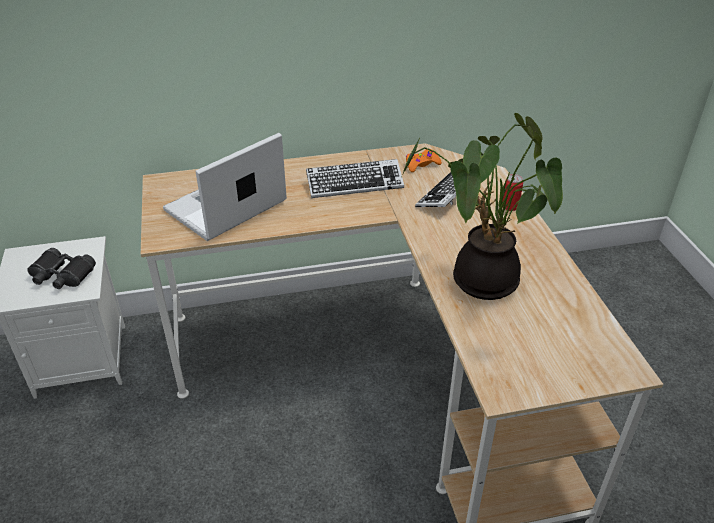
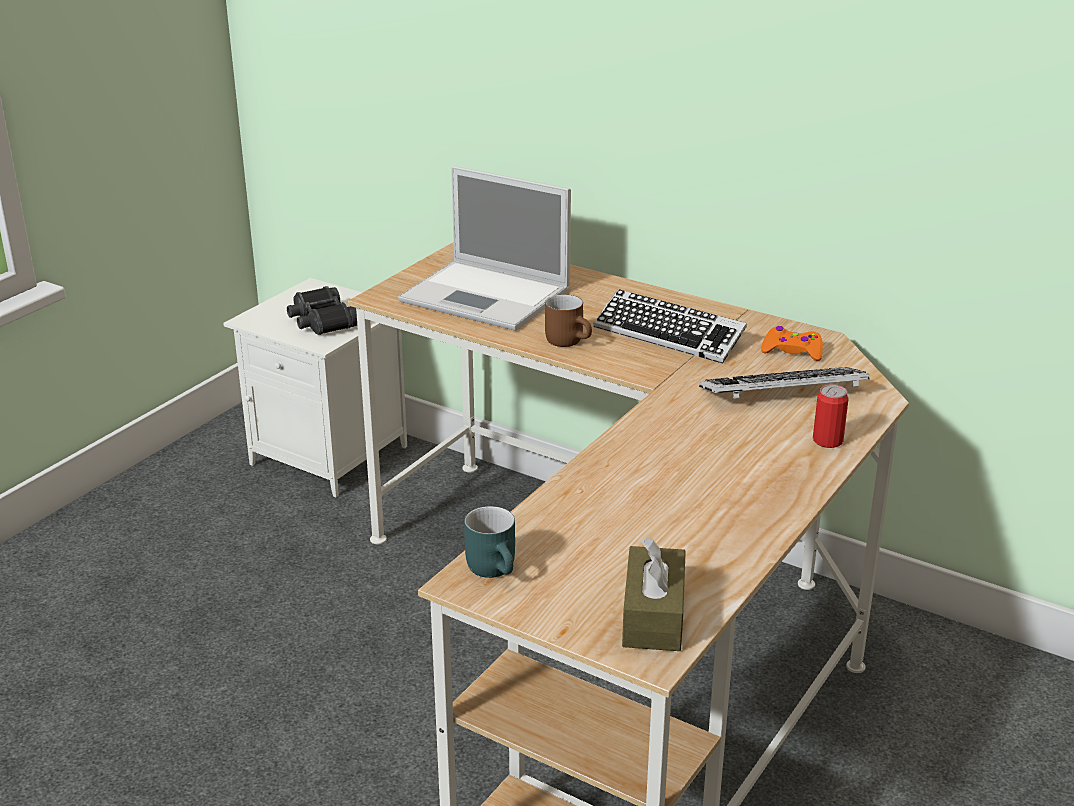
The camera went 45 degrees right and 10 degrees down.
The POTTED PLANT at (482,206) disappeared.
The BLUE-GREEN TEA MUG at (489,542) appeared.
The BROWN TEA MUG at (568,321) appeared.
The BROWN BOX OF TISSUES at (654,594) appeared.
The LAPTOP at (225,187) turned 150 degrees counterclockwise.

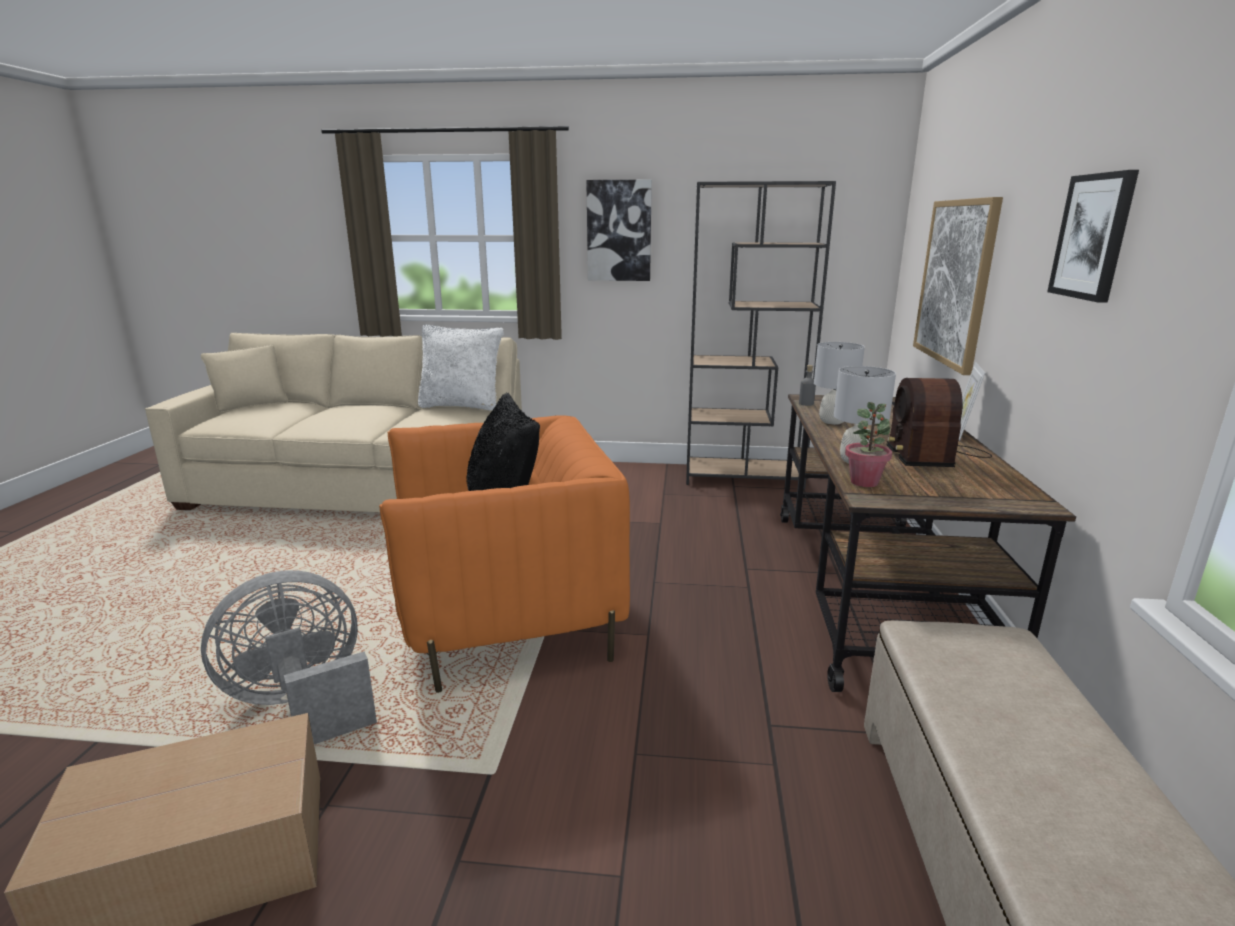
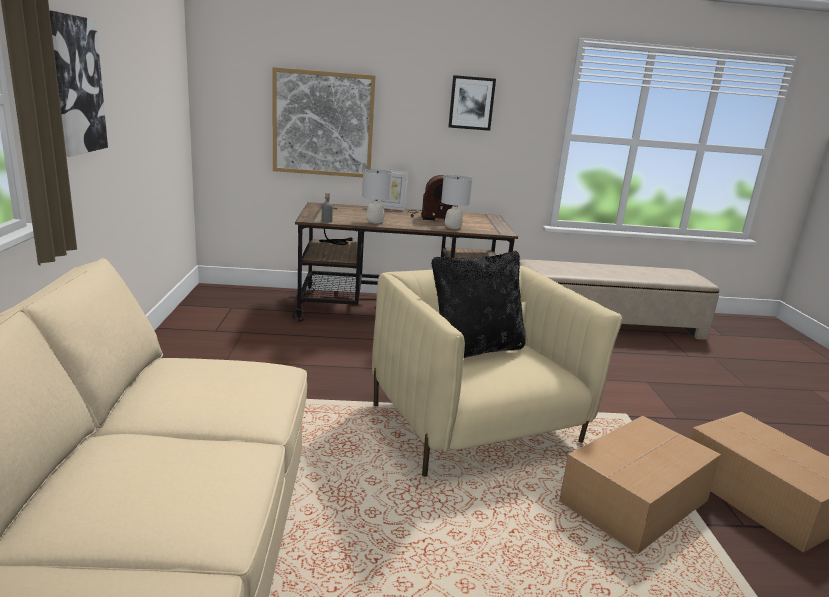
The camera went 100 degrees left and 0 degrees up.
The WHITISH PILLOW at (460,367) disappeared.
The BOOKSHELF at (761,335) disappeared.
The POTTED PLANT at (868,444) disappeared.
The GREYISH FAN at (289,657) was replaced by the PACKING BOX at (640,485).
The ORANGEY EASY CHAIR at (504,554) became the BEIGE-COLOURED EASY CHAIR at (497,371).

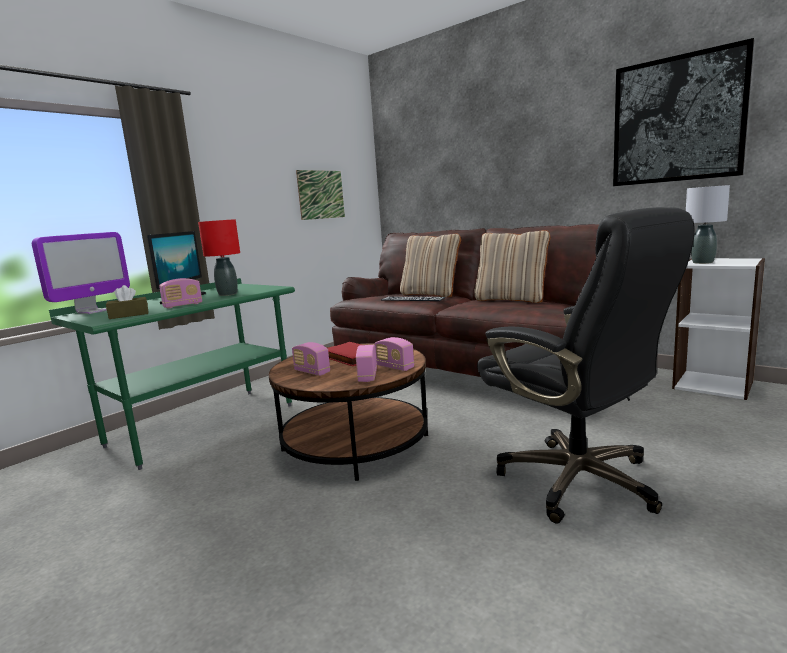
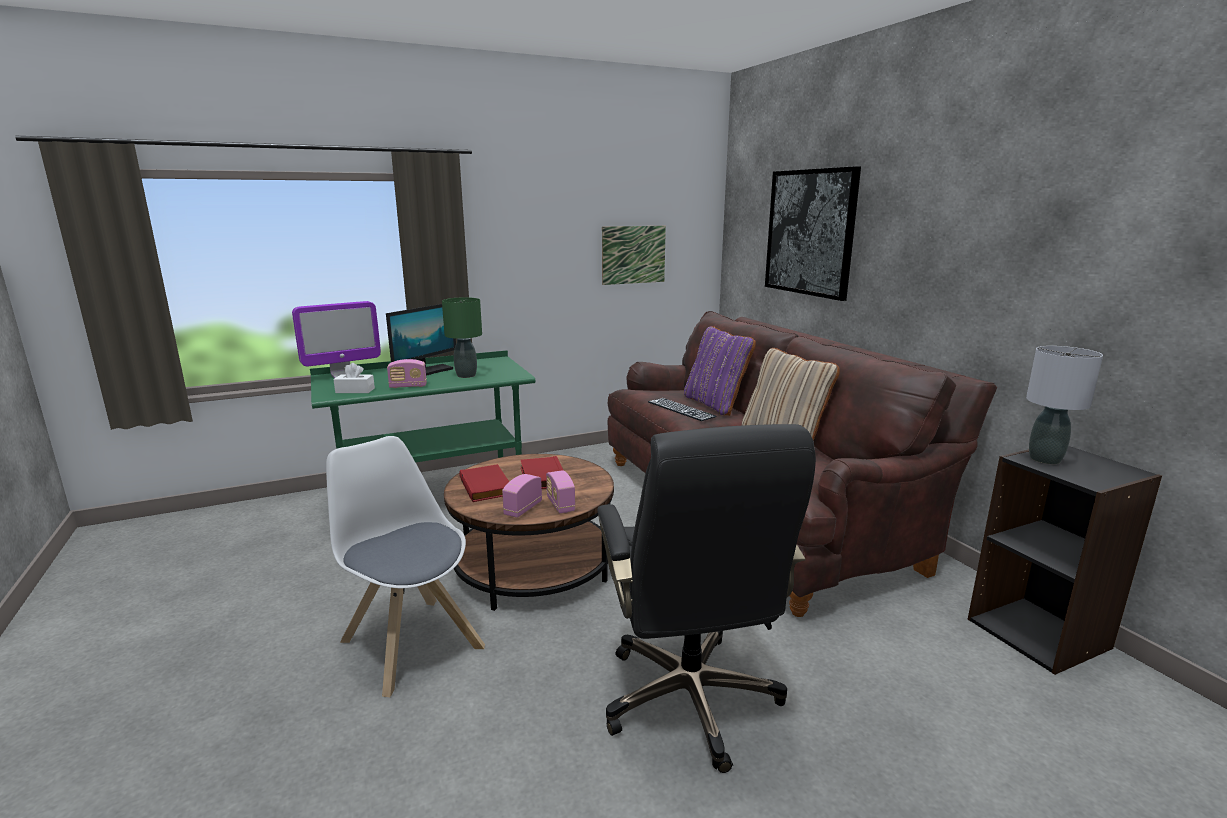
The camera went 25 degrees right and 5 degrees up.
The PLAIN CHAIR at (405,566) appeared.
The WALL ART moved from (684,112) to (813,233).
The RADIO at (311,359) was replaced by the REDDISH BOUND BOOK at (484,483).
The BROWN BOX OF TISSUES at (127,302) became the WHITISH BOX OF TISSUES at (354,378).
The REDDISH TABLE LAMP at (219,257) became the GREEN-COLOURED TABLE LAMP at (462,337).
The BEIGE-COLOURED PILLOW at (430,265) became the PURPLE-COLOURED PILLOW at (720,371).
The WHITISH BOOKSHELF at (718,329) became the BLACKISH BOOKSHELF at (1065,560).

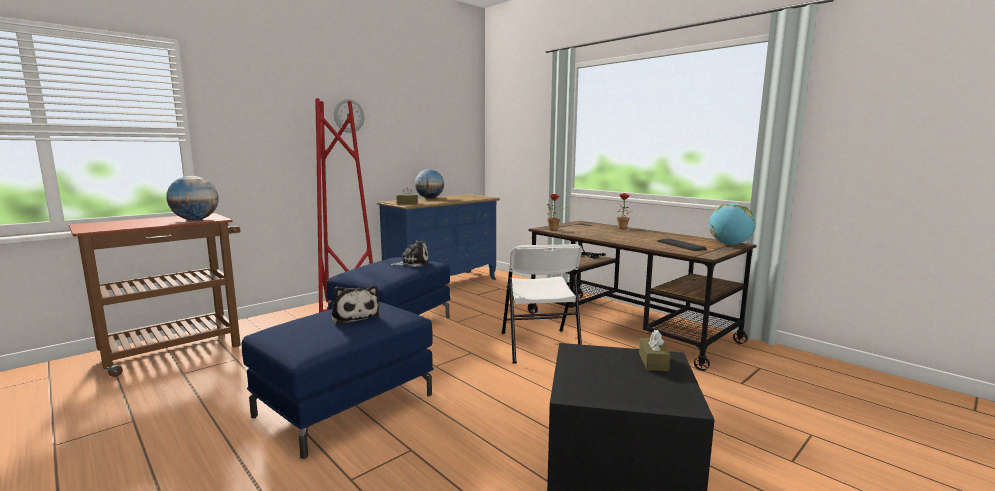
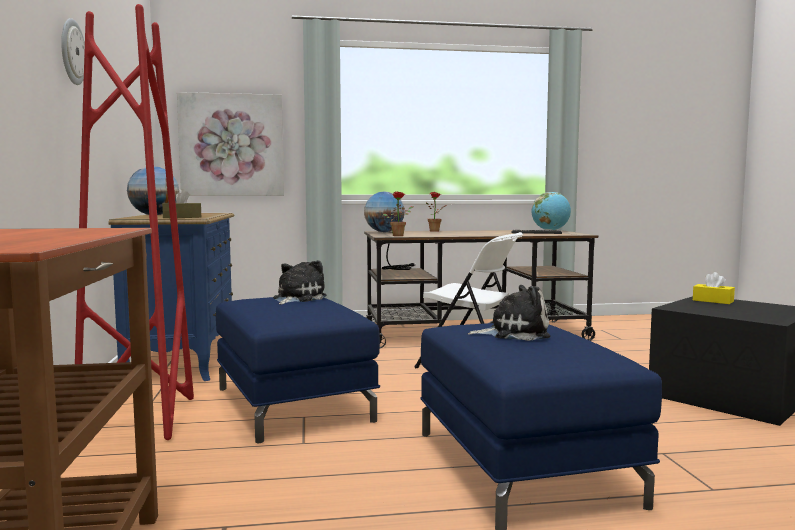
The camera went 55 degrees left and 5 degrees down.
The WALL ART at (230,144) appeared.
The DESK GLOBE moved from (192,198) to (384,211).
The BROWN BOX OF TISSUES at (654,350) became the YELLOWISH BOX OF TISSUES at (714,288).

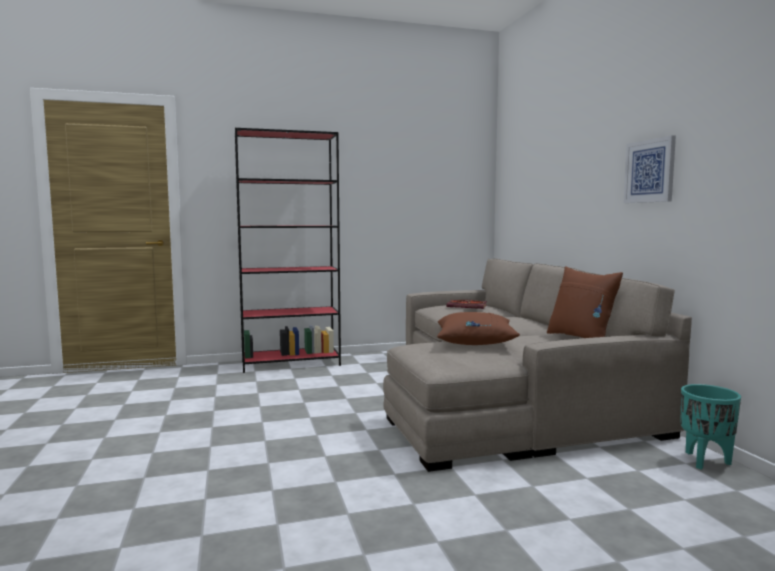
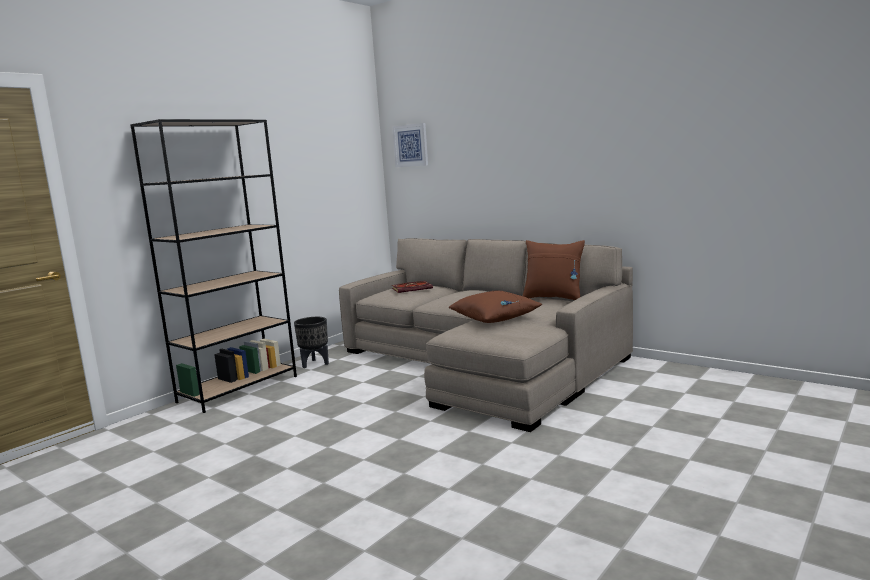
The camera went 35 degrees left and 5 degrees up.
The BLUE-GREEN PLANT POT at (711,427) disappeared.
The BLACKISH PLANT POT at (311,342) appeared.
The WALL ART moved from (650,169) to (410,145).
The REDDISH BOOKSHELF at (288,250) became the BEIGE-COLOURED BOOKSHELF at (213,266).

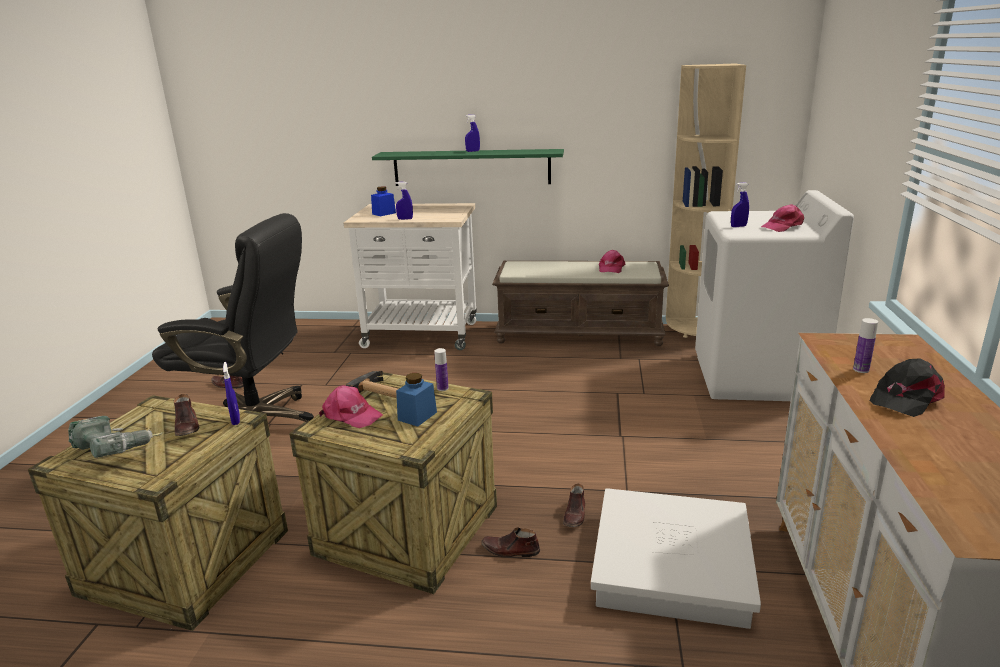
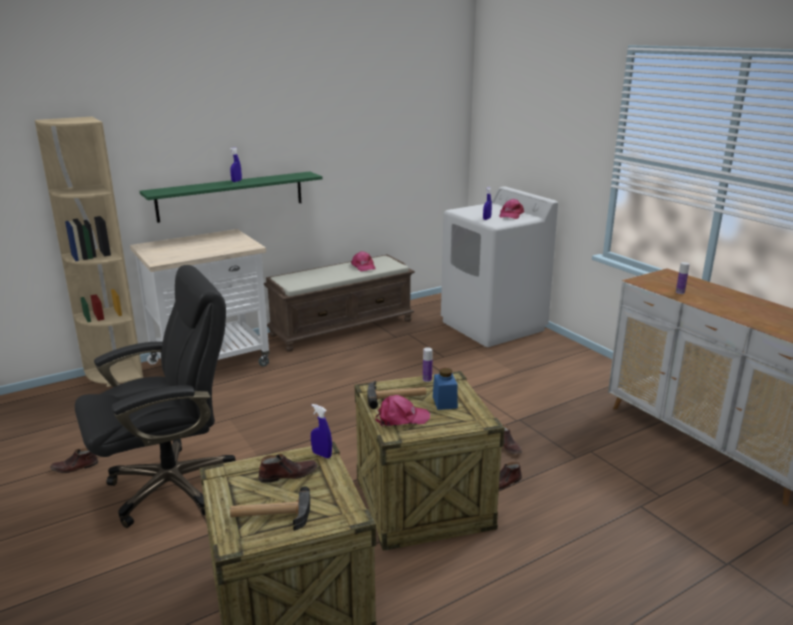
The camera went 40 degrees left and 0 degrees up.
The BLUISH JAR at (383,201) disappeared.
The BLUISH SPRAY BOTTLE at (404,201) disappeared.
The WHITISH STORAGE CONTAINER at (676,558) disappeared.
The BLACKISH BASEBALL CAP at (907,387) disappeared.
The BEIGE-COLOURED BOOKSHELF moved from (706,200) to (89,252).
The ELECTRIC DRILL at (115,437) was replaced by the TOOL HAMMER at (270,508).
The BROWN SHOE at (186,415) turned 45 degrees counterclockwise.

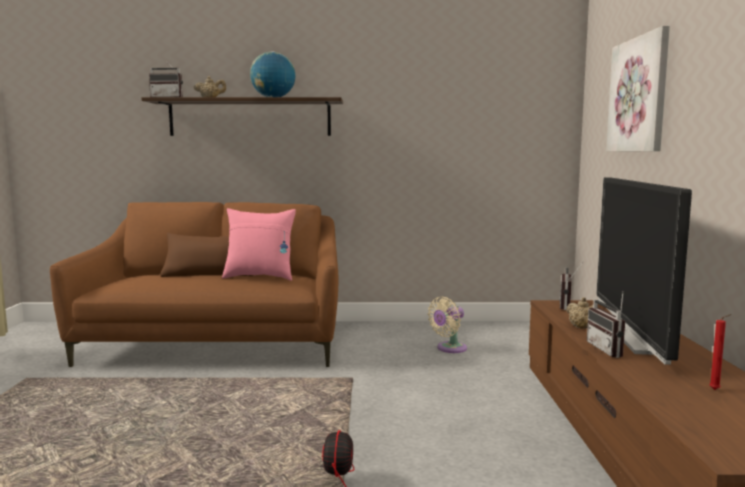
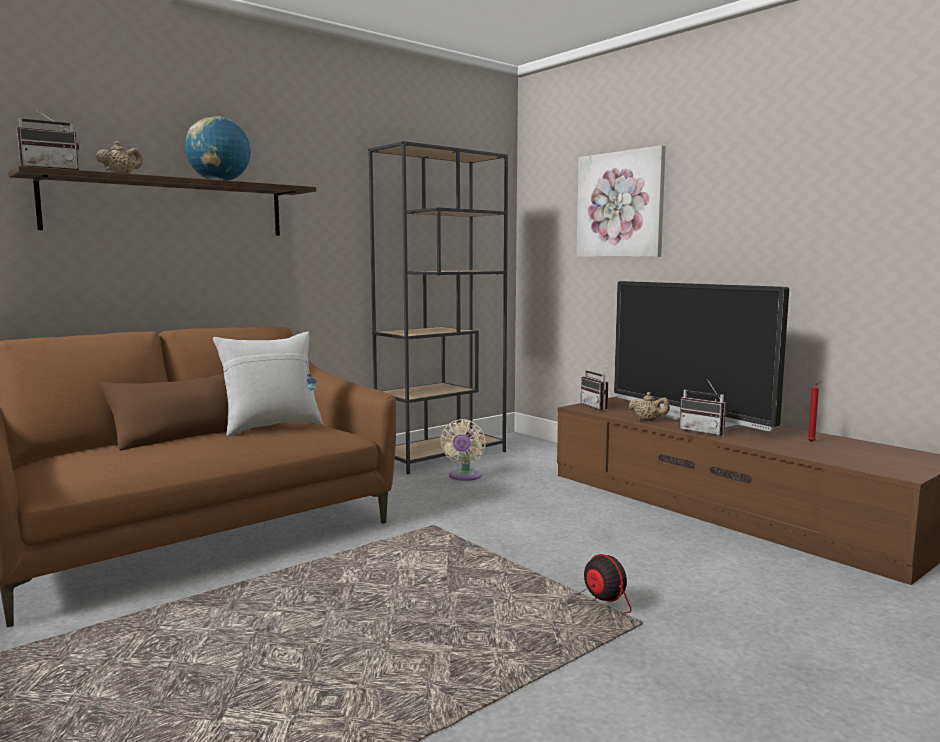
The camera went 40 degrees left and 0 degrees up.
The BOOKSHELF at (438,307) appeared.
The PINK-COLOURED PILLOW at (259,244) became the GREYISH PILLOW at (268,384).

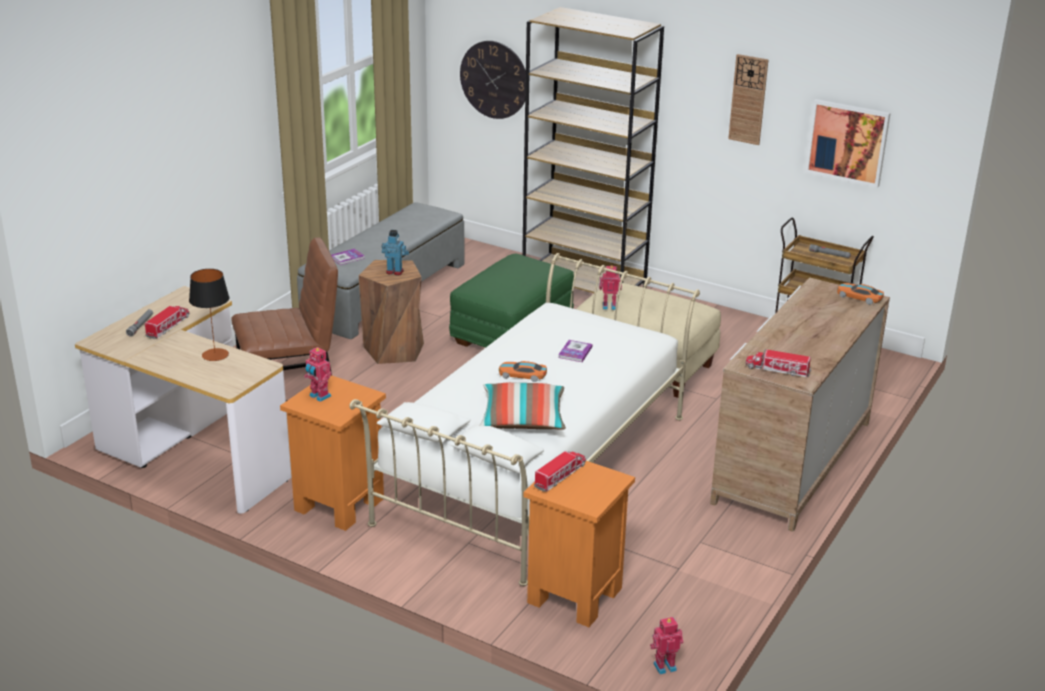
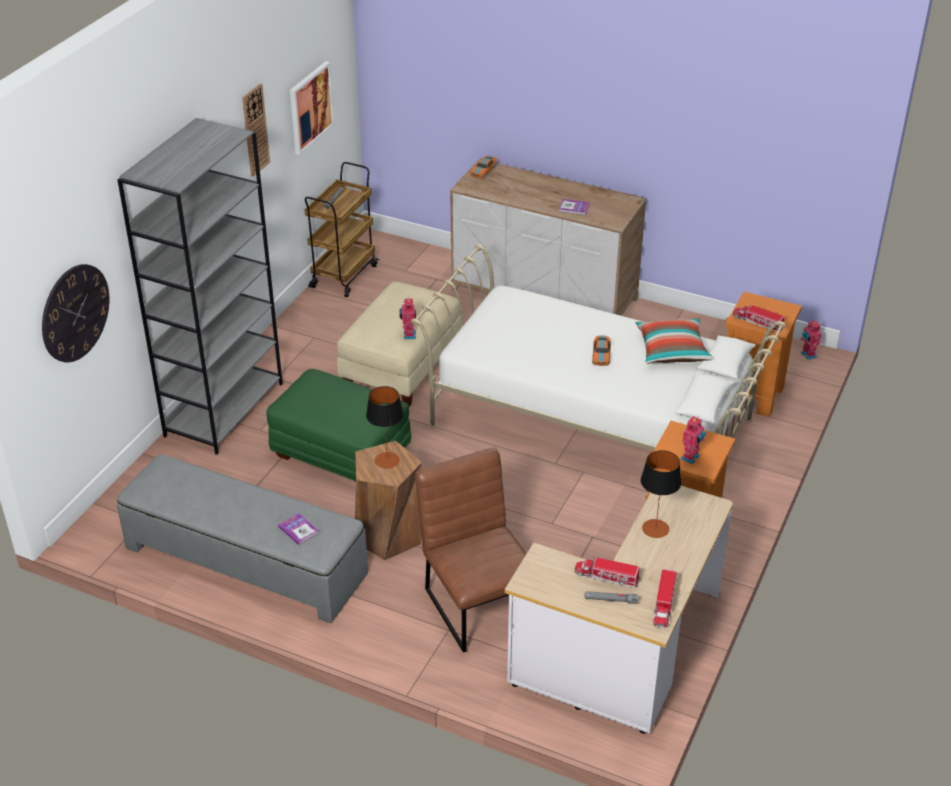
The camera went 95 degrees left and 10 degrees up.
The BOUND BOOK moved from (575,351) to (574,207).
The TOY LORRY moved from (778,363) to (665,598).
The TOY ROBOT at (395,253) was replaced by the TABLE LAMP at (385,427).
The BROWN BOOKSHELF at (593,150) became the GREYISH BOOKSHELF at (200,286).

